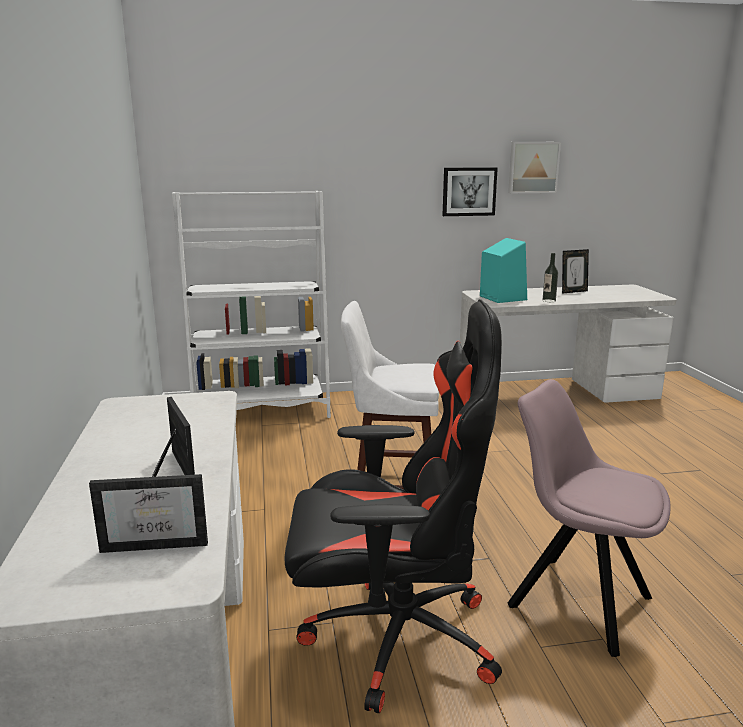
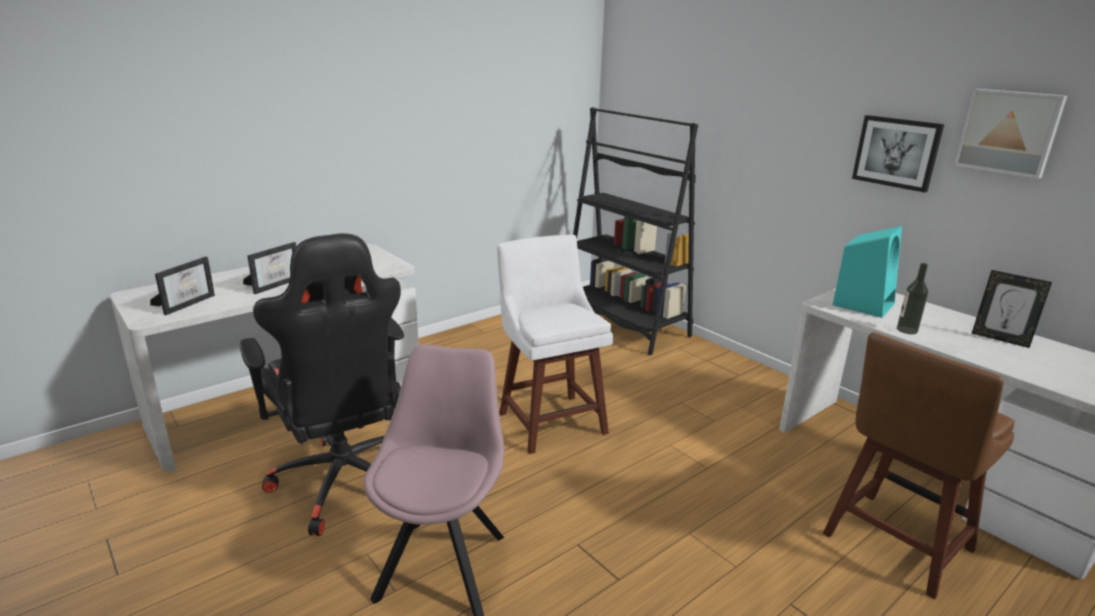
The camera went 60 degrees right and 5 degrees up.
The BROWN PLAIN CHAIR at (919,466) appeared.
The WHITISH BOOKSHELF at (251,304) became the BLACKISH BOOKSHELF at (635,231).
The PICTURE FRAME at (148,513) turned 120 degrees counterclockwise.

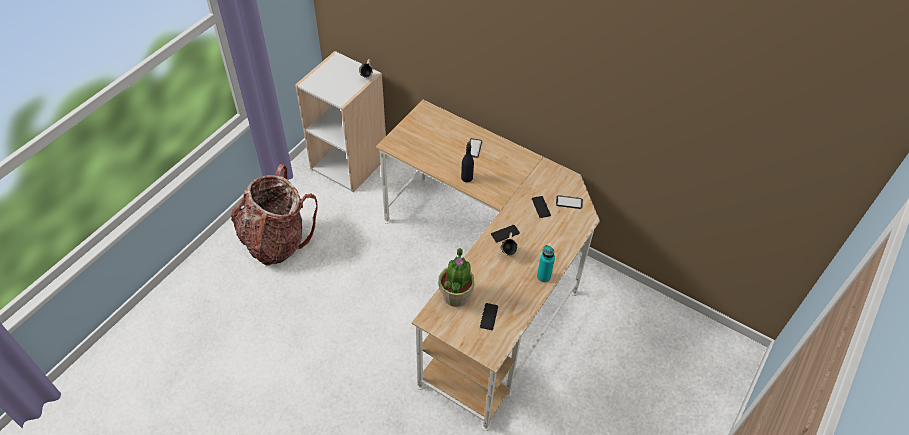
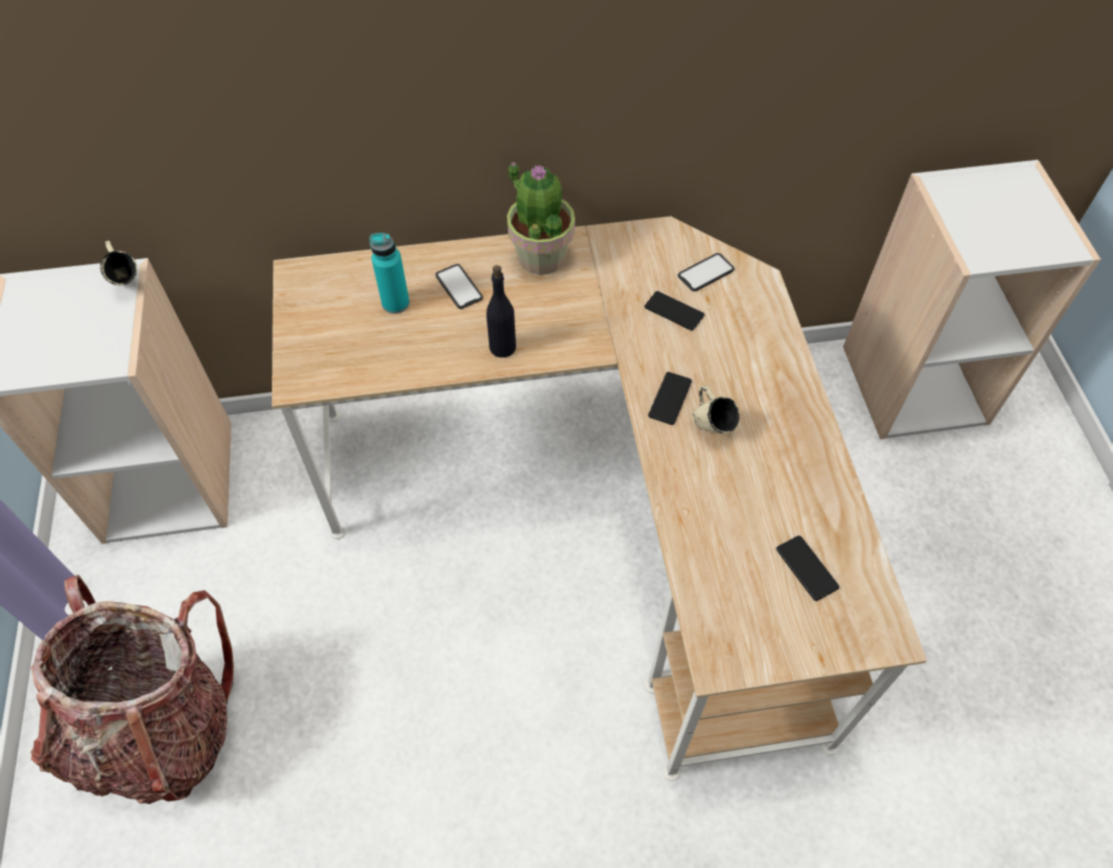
The camera went 40 degrees left and 5 degrees up.
The BOOKSHELF at (972,299) appeared.
The POTTED PLANT moved from (457,277) to (541,218).
The BLUE-GREEN BOTTLE moved from (546,263) to (390,273).

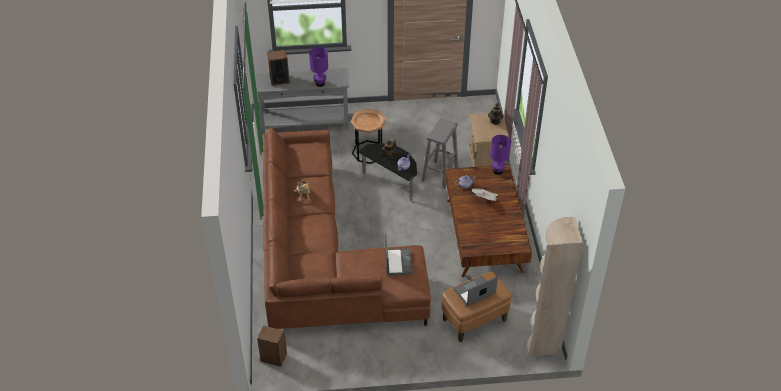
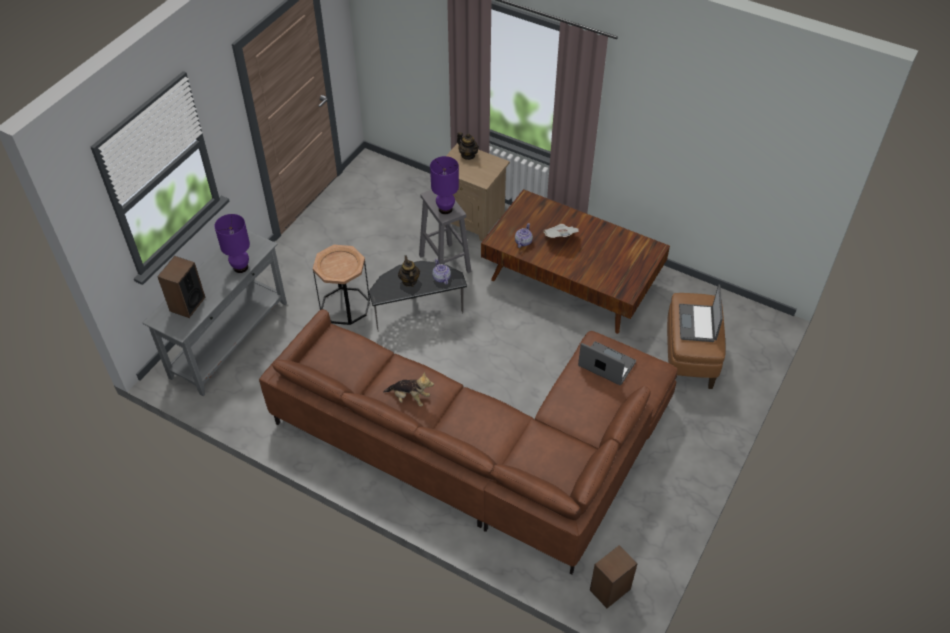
The camera went 55 degrees left and 5 degrees up.
The BEIGE-COLOURED BOOKSHELF at (555,286) disappeared.
The PURPLE-COLOURED TABLE LAMP moved from (500,155) to (444,185).

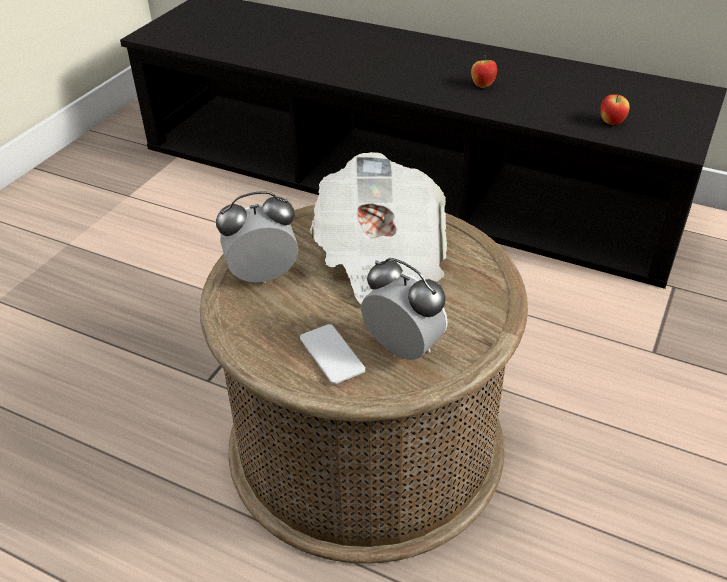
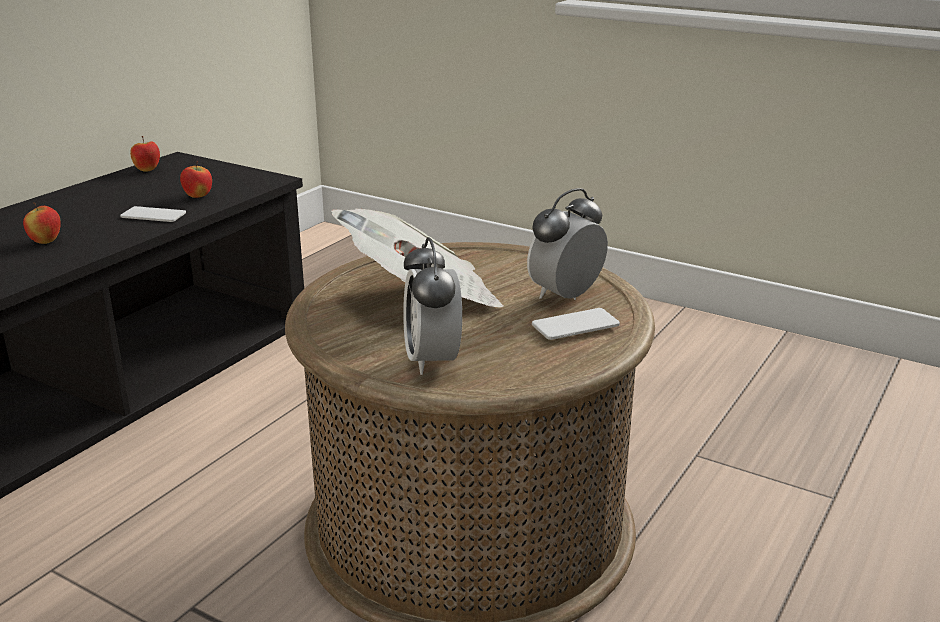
The camera went 85 degrees left and 15 degrees down.
The HANDSET at (153,214) appeared.
The WHOLE APPLE at (145,154) appeared.

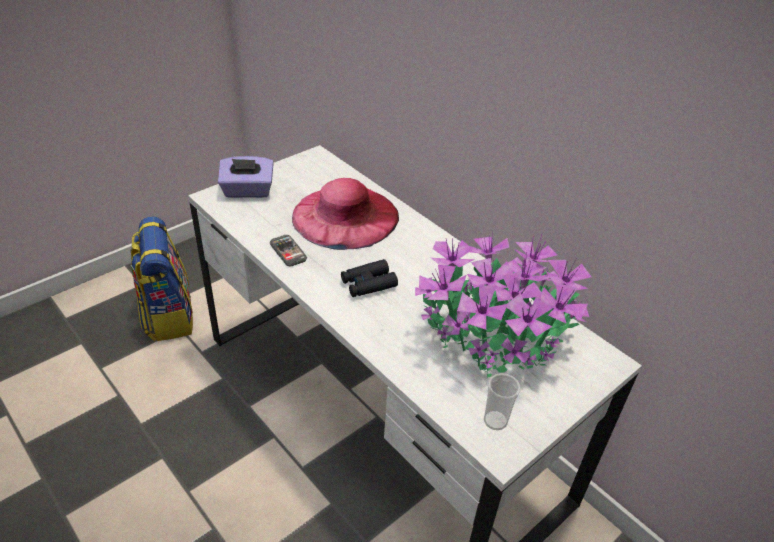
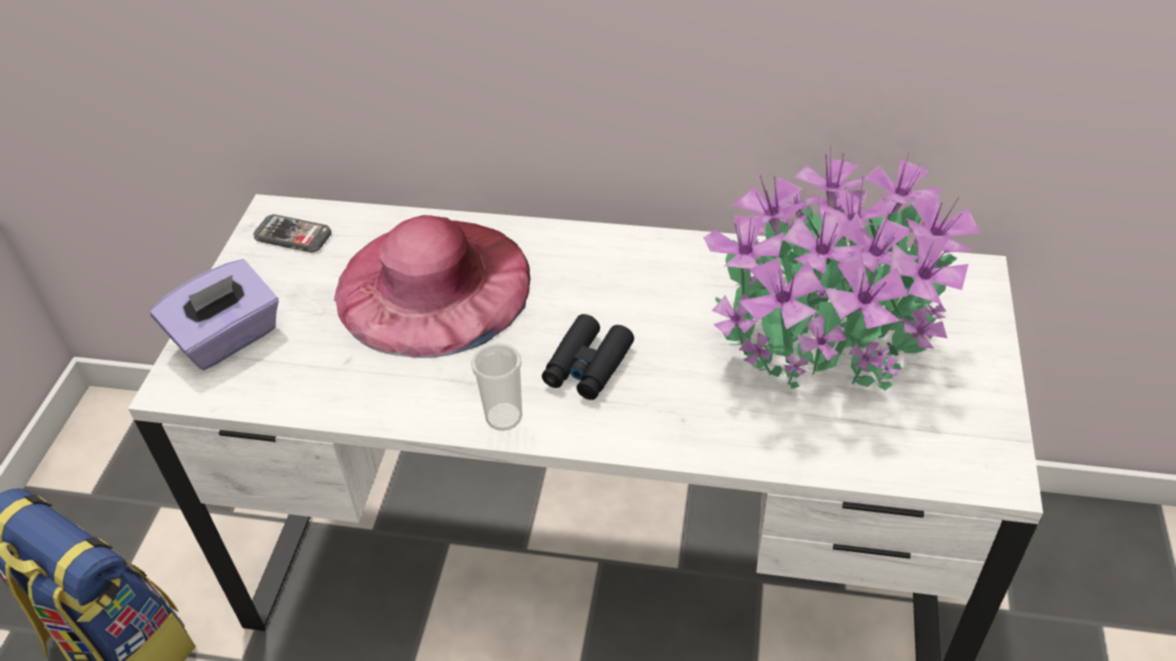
The camera went 35 degrees left and 5 degrees up.
The HANDSET moved from (288,250) to (292,233).
The CUP moved from (502,401) to (496,387).

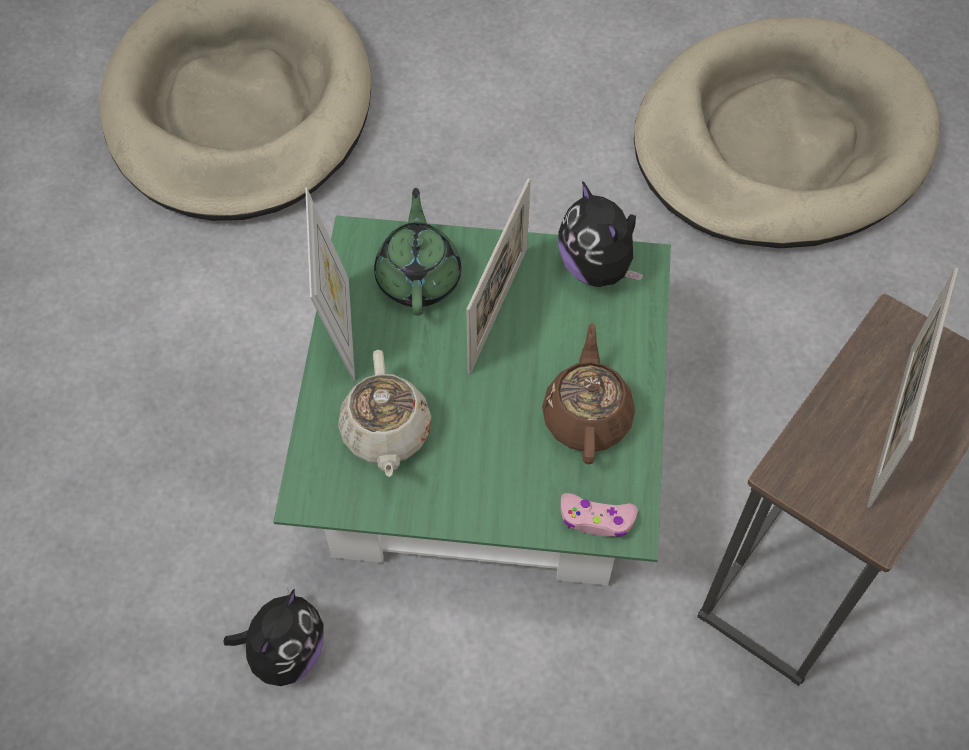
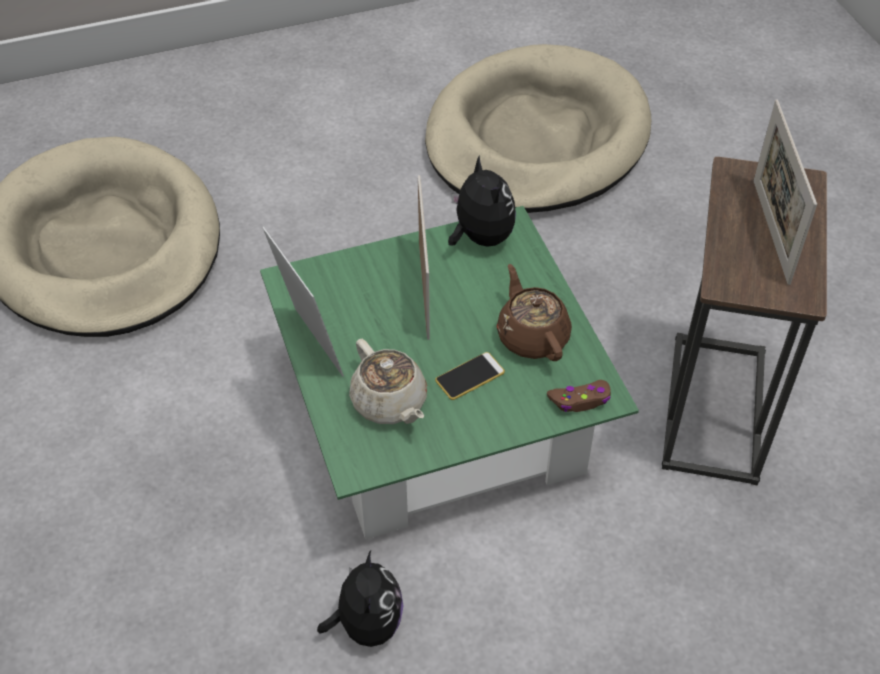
The camera went 25 degrees left and 10 degrees down.
The GREEN-COLOURED TEA POT at (417,252) disappeared.
The HANDSET at (470,376) appeared.
The PINK-COLOURED GAMEPAD at (599,515) became the BROWN GAMEPAD at (579,396).
The CUDDLY TOY at (600,234) turned 150 degrees counterclockwise.

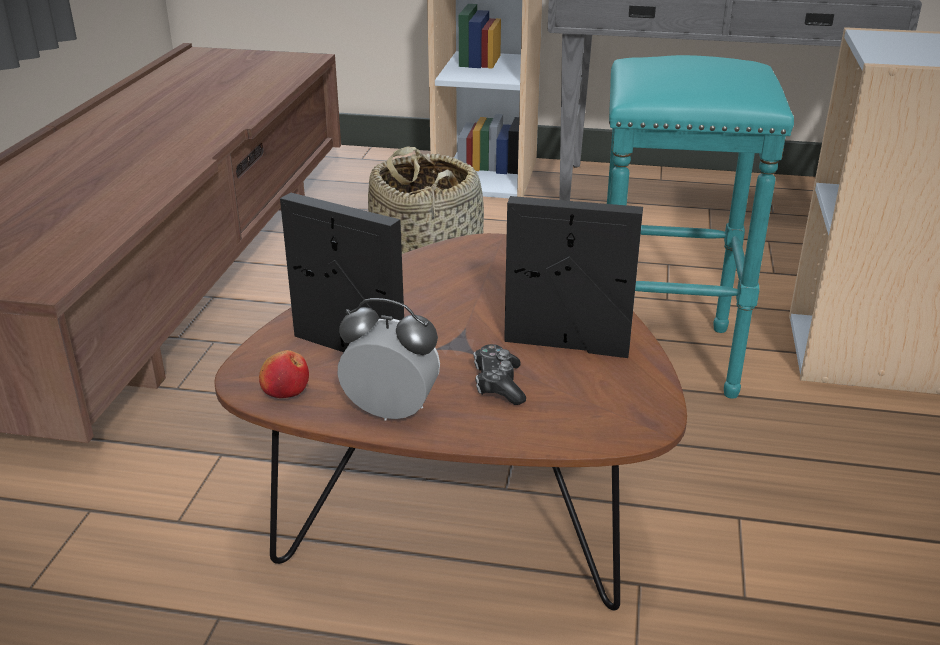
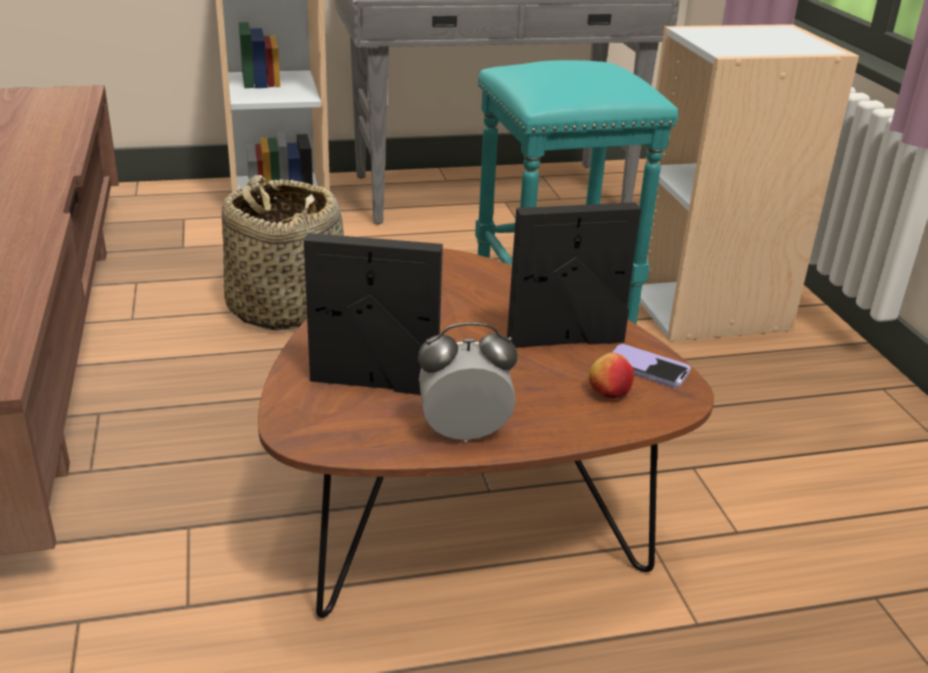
The camera went 25 degrees left and 0 degrees up.
The GAMEPAD at (500,374) disappeared.
The HANDSET at (652,366) appeared.
The WHOLE APPLE moved from (284,374) to (611,375).

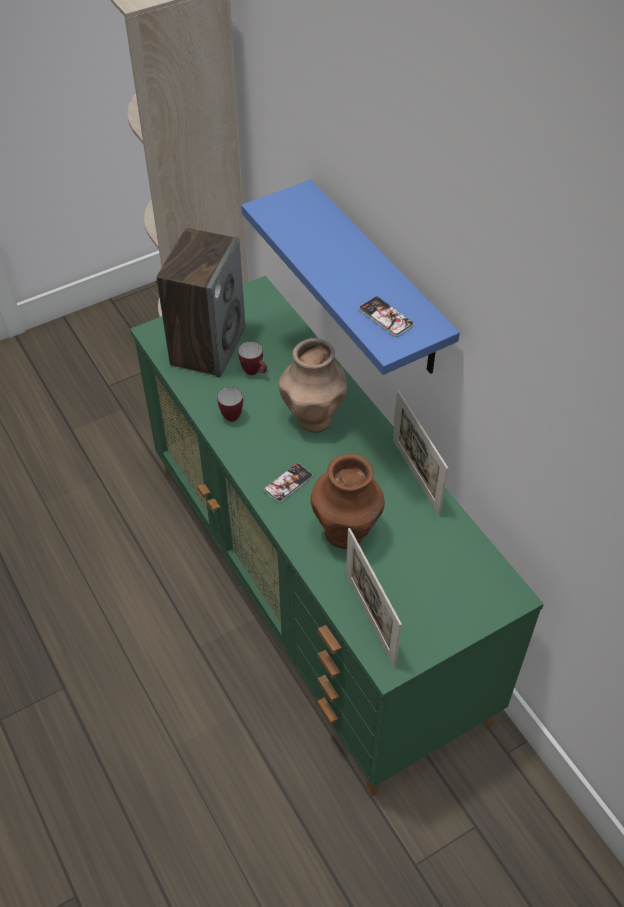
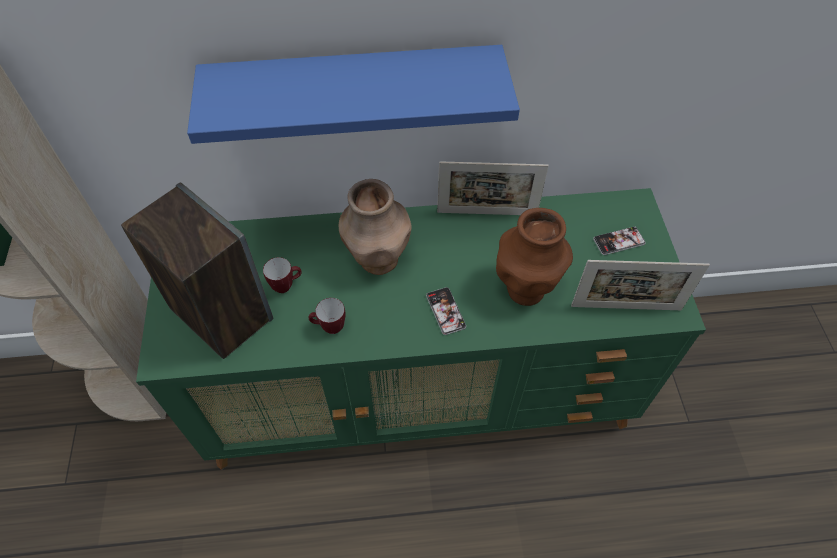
The camera went 65 degrees left and 5 degrees up.
The HANDSET moved from (386,317) to (619,241).

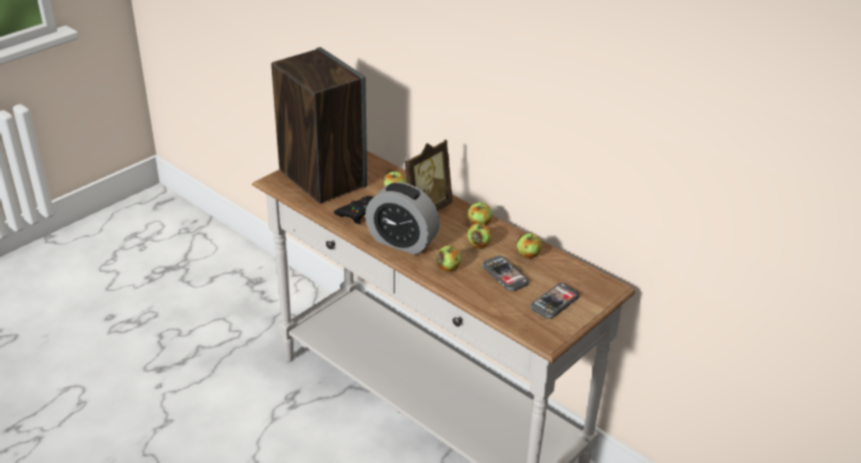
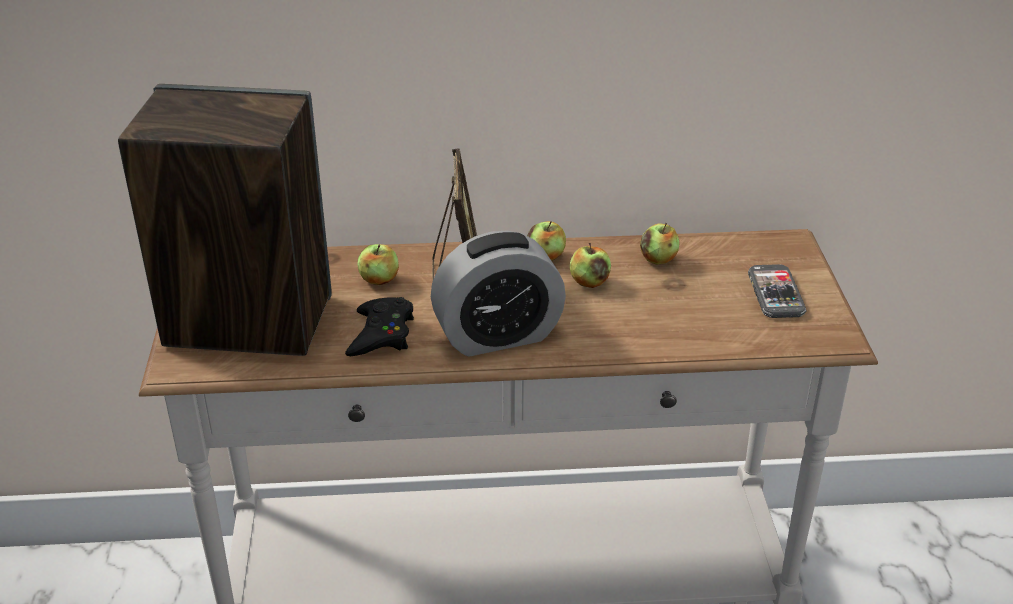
The camera went 45 degrees left and 0 degrees up.
The WHOLE APPLE at (448,258) disappeared.
The HANDSET at (505,273) disappeared.

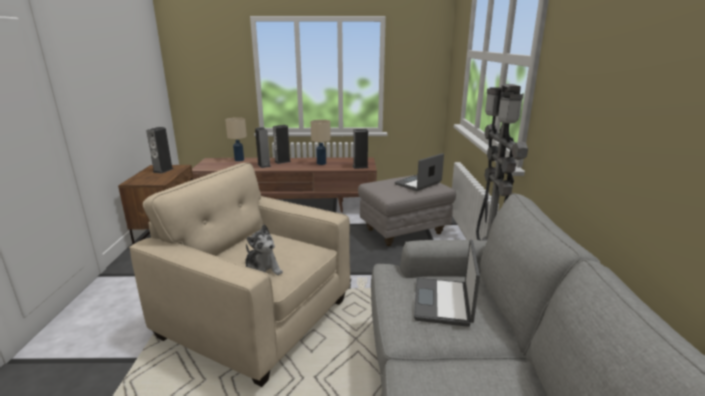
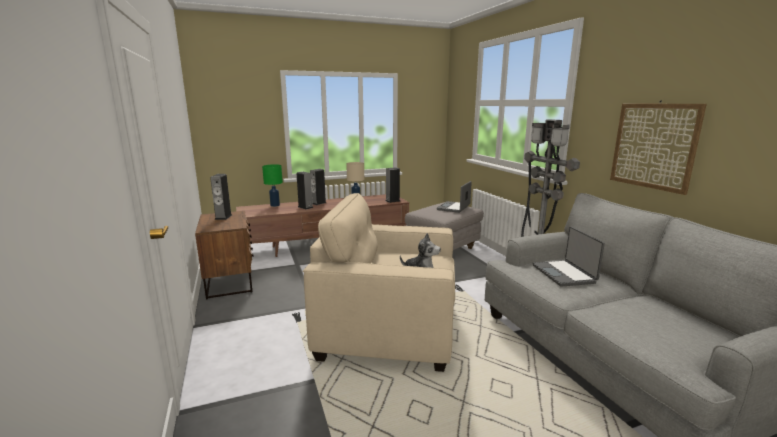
The camera went 20 degrees left and 5 degrees down.
The WALL ART at (658,147) appeared.
The BEIGE-COLOURED TABLE LAMP at (236,139) became the GREEN-COLOURED TABLE LAMP at (272,185).

